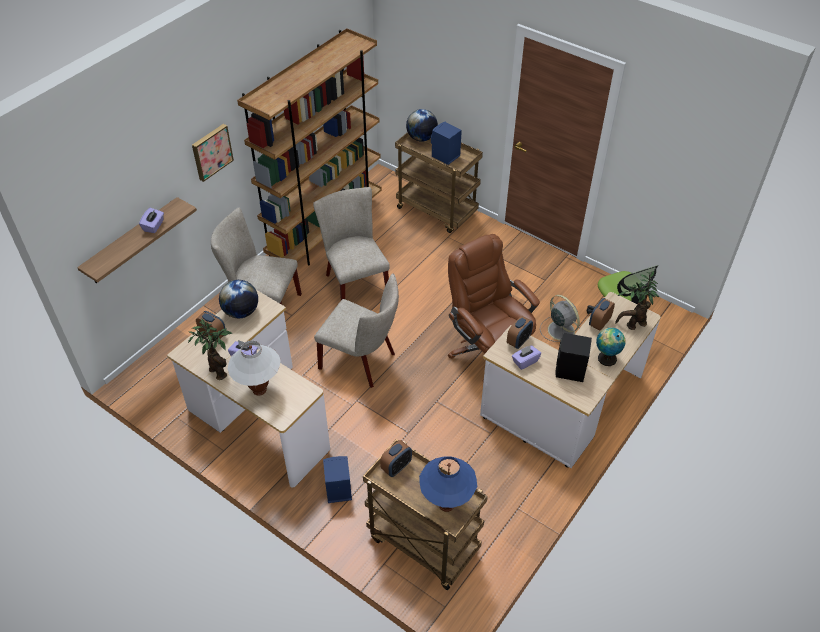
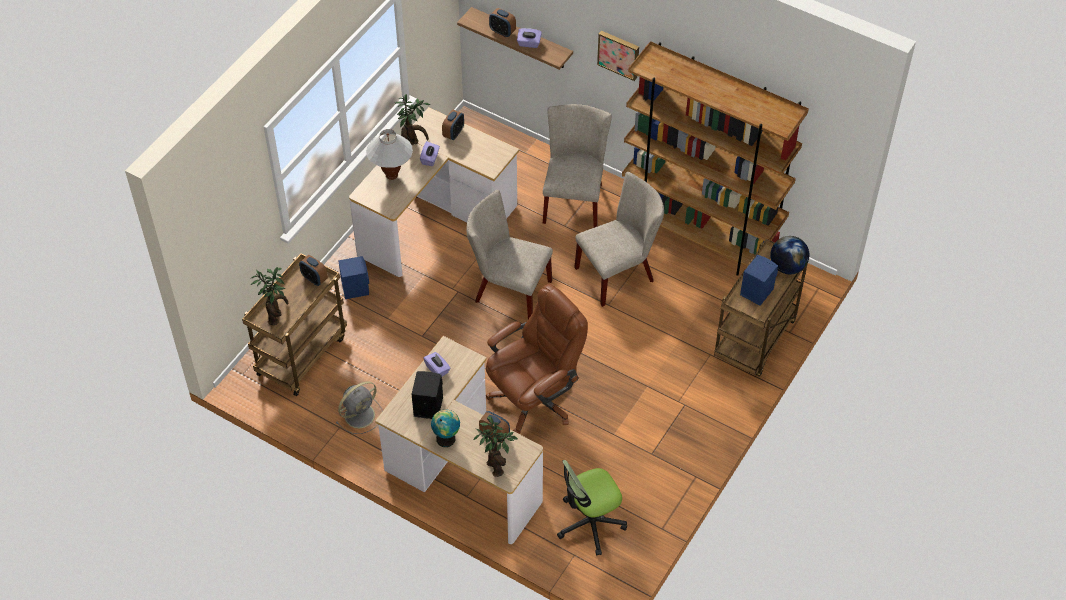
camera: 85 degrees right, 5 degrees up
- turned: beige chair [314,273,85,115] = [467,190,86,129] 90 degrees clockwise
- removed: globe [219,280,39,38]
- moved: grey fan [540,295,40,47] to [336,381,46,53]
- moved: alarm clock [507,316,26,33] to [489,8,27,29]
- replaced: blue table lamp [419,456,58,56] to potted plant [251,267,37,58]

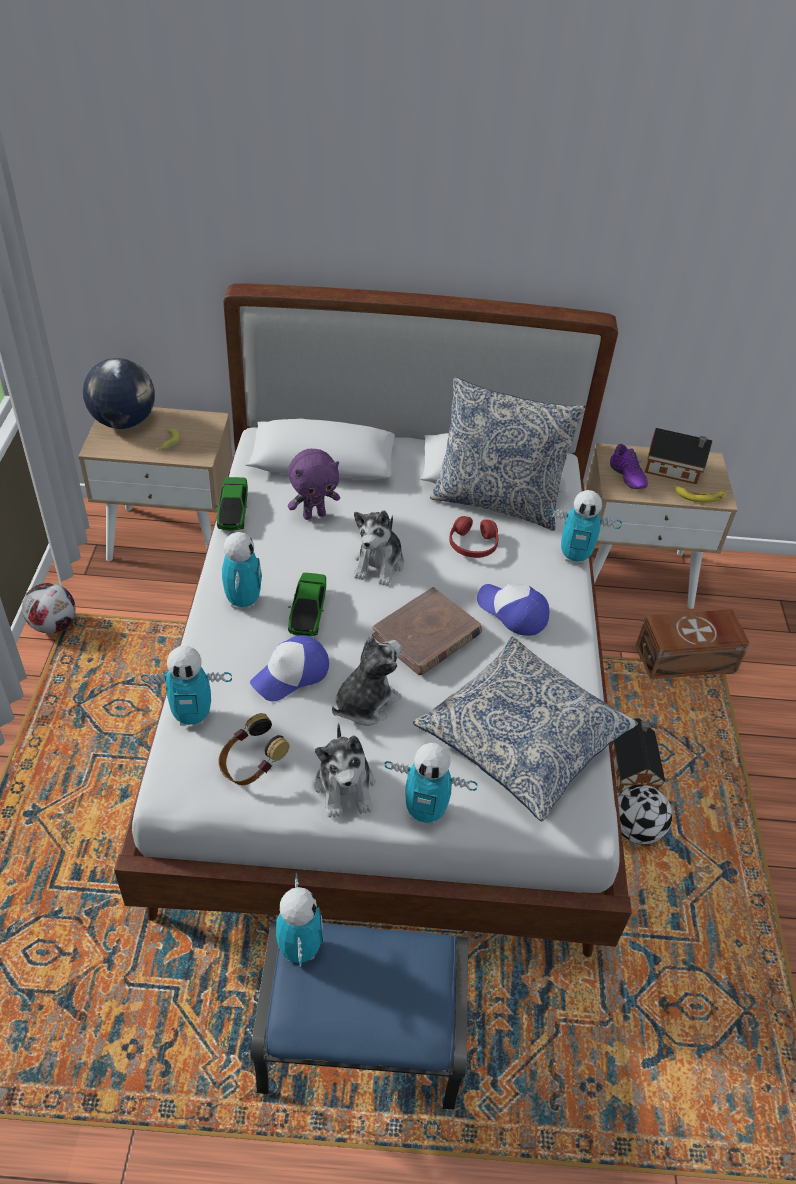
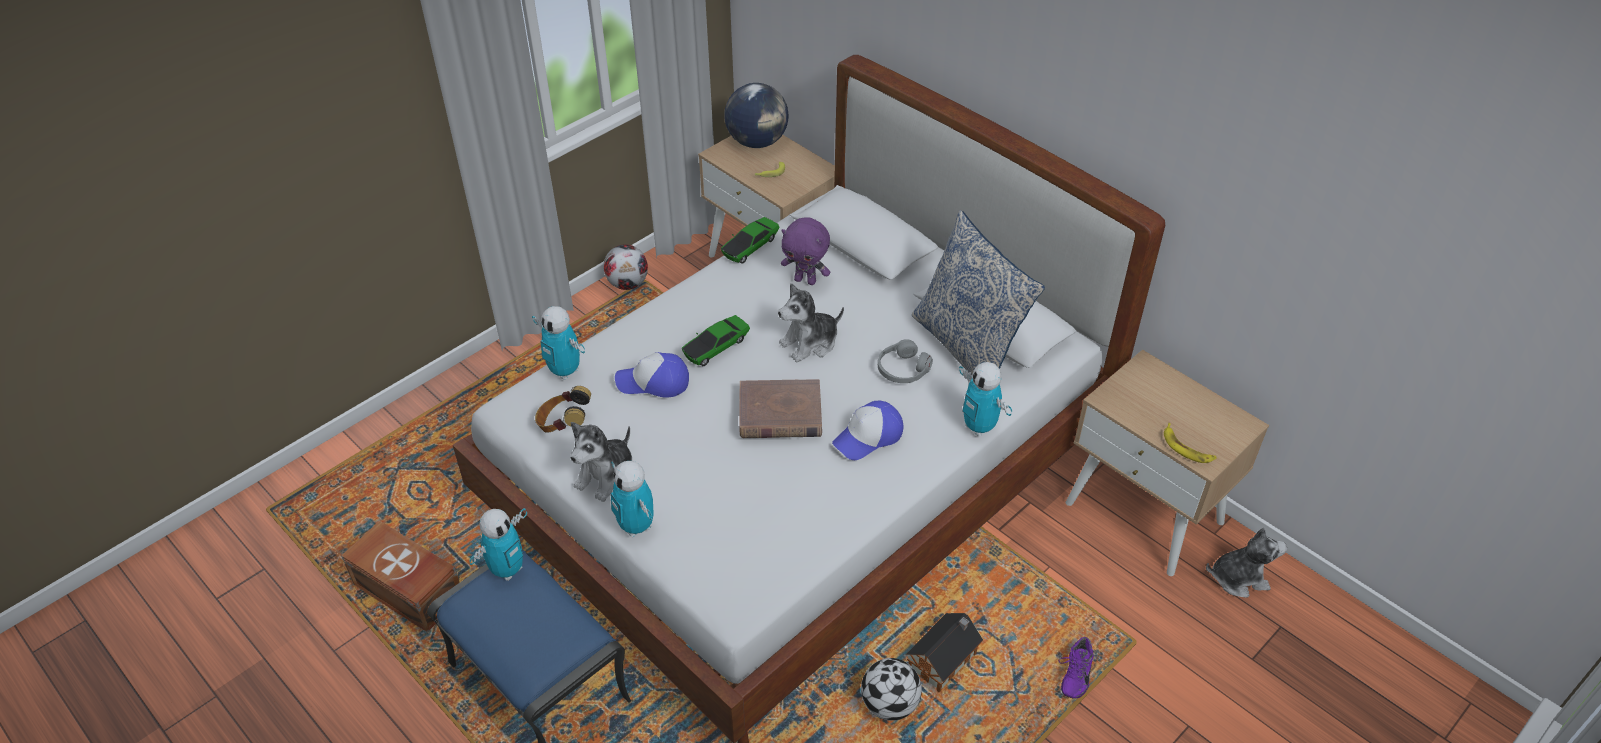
camera: 45 degrees right, 0 degrees up
- removed: toy house [645,428,67,56]
- moved: purple shoe [610,444,38,45] to [1058,637,36,62]
- recoloured: red headphones [449,516,49,42] to grey headphones [878,339,55,44]
- removed: toy robot [222,532,40,77]
- turned: cap [477,584,73,52] = [832,401,71,59] 120 degrees counterclockwise
- moved: brown storage box [635,609,115,70] to [341,521,119,111]
- moved: plush toy [332,636,70,90] to [1206,528,81,70]
- removed: pillow [413,637,225,185]

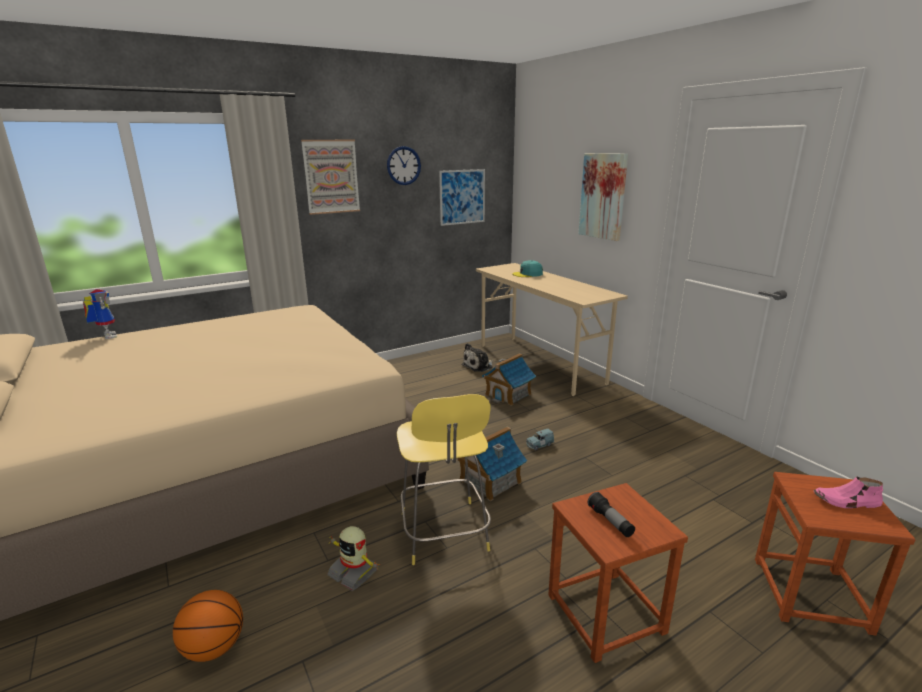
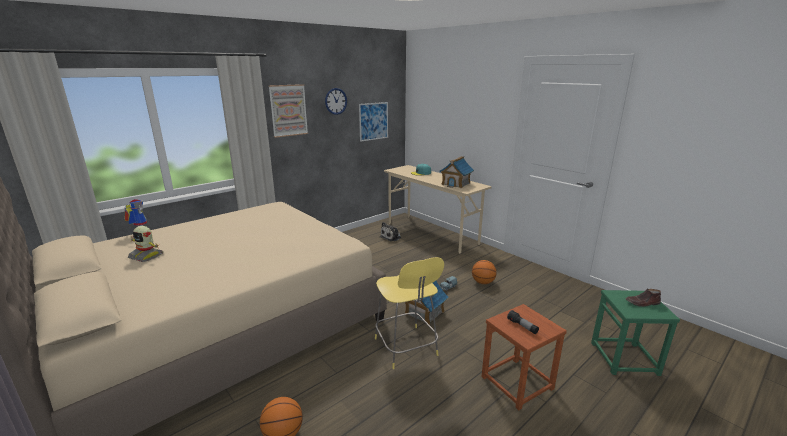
camera: 10 degrees left, 0 degrees up
- removed: picture [579,153,49,88]
- moved: toy house [482,353,54,53] to [439,156,35,32]
- recoloured: brown stool [755,472,161,163] to green stool [591,290,89,86]
- recoloured: pink shoe [813,477,70,31] to brown shoe [625,289,36,18]
- moved: toy robot [327,526,53,65] to [128,226,35,36]
- added: basketball [472,260,25,24]

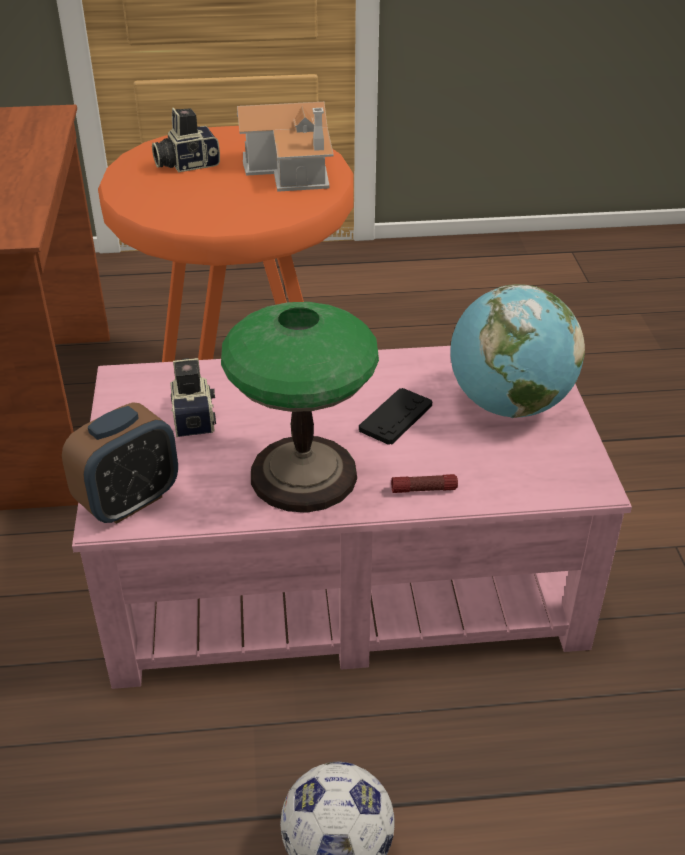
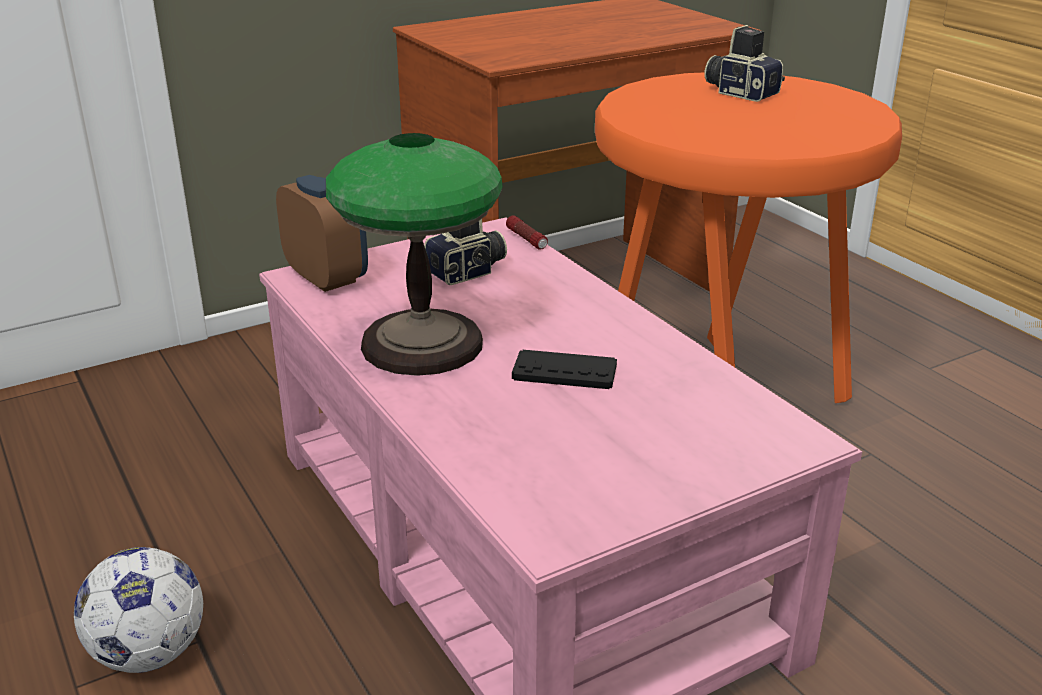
camera: 65 degrees right, 10 degrees down
- removed: toy house [237,102,97,90]
- removed: globe [451,284,134,134]
- turned: alarm clock [62,402,116,122] = [276,175,92,117] 150 degrees counterclockwise
- moved: flashlight [391,474,67,19] to [506,215,42,35]

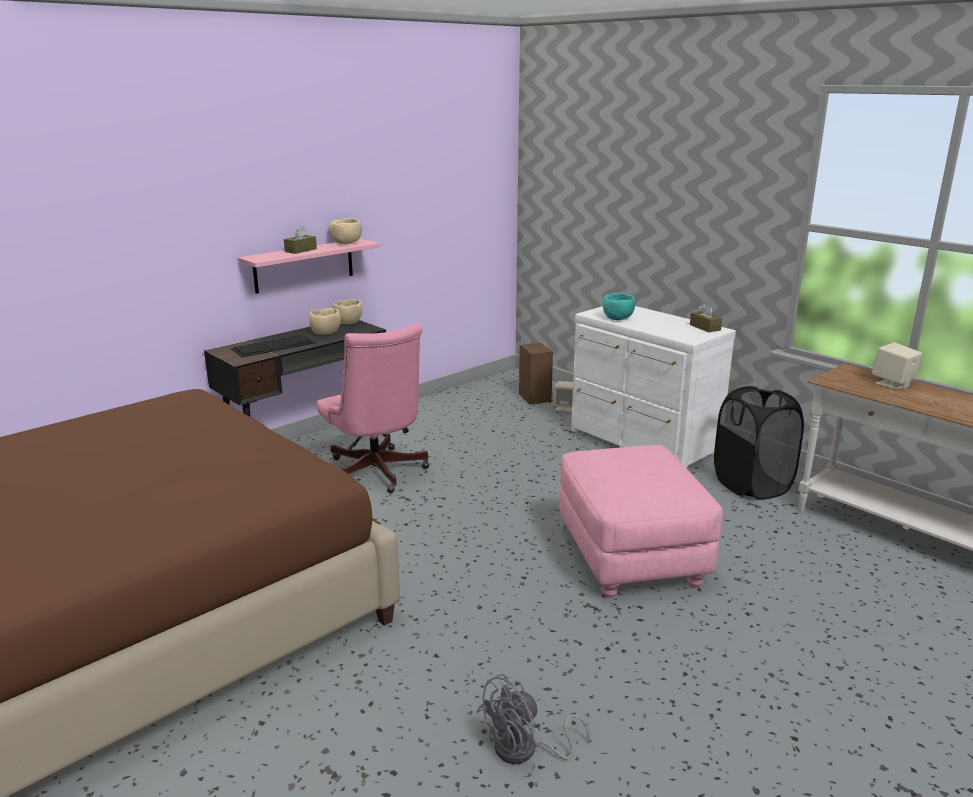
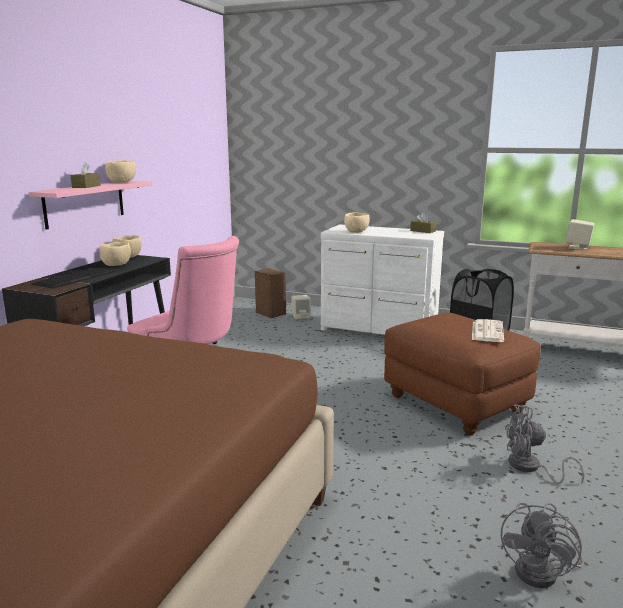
camera: 25 degrees left, 5 degrees down
- recoloured: turquoise bowl [603,293,32,27] to beige bowl [344,212,26,21]
- recoloured: pink ottoman [559,445,164,153] to brown ottoman [384,313,157,122]
- added: newspaper [472,319,32,23]
- added: grey fan [505,404,80,80]

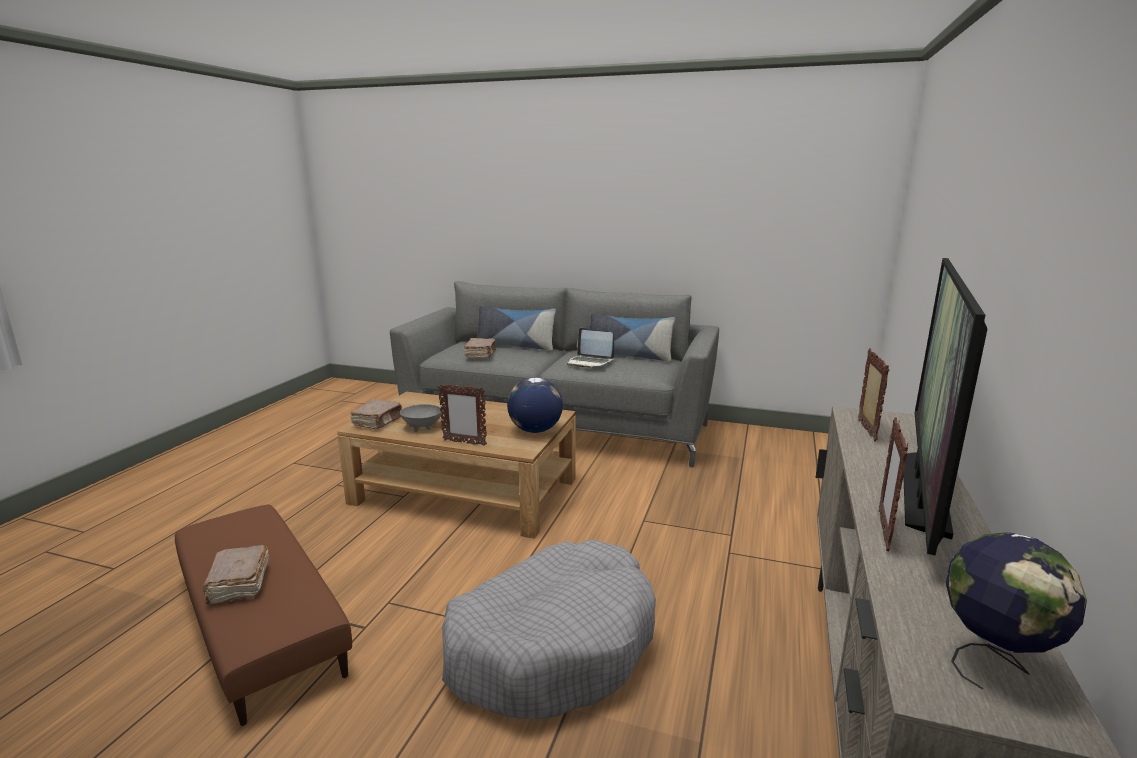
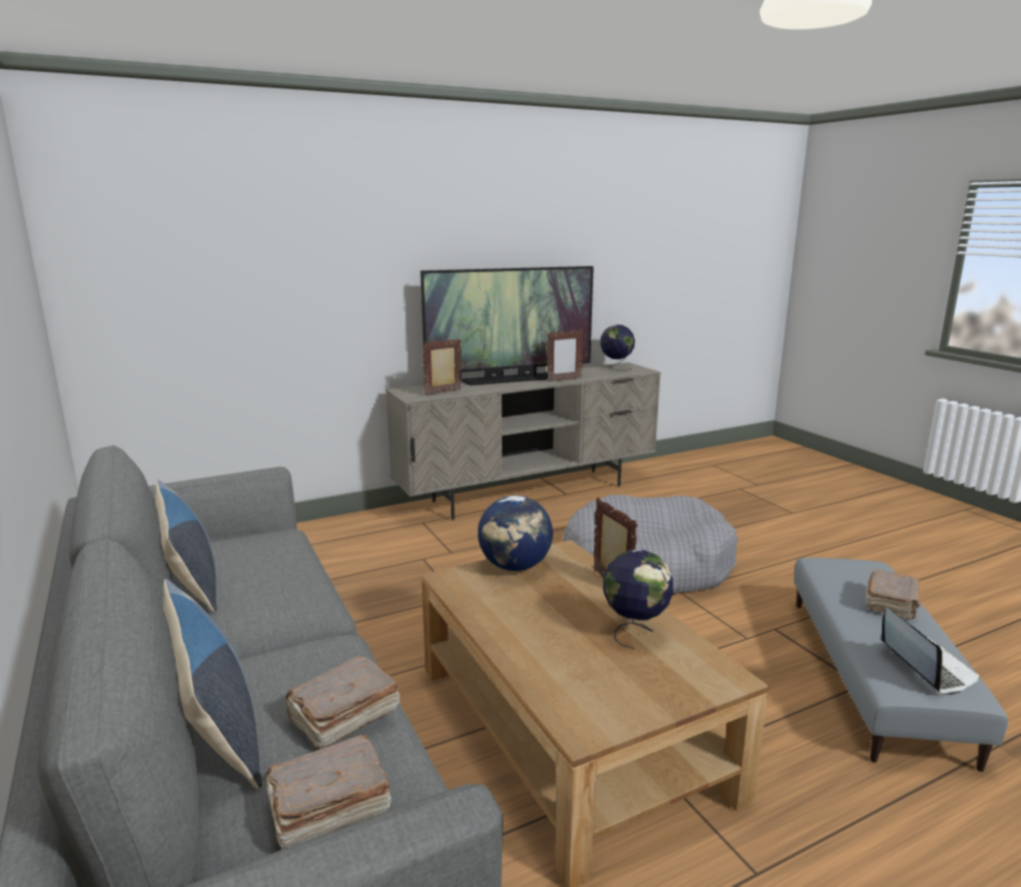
camera: 135 degrees left, 0 degrees up
- moved: laptop [567,328,47,40] to [882,608,98,87]
- moved: brown book [351,399,51,30] to [264,735,127,115]
- replaced: grey bowl [400,404,42,28] to globe [603,550,71,99]
- recoloured: brown ottoman [175,505,177,221] to grey ottoman [794,558,214,214]

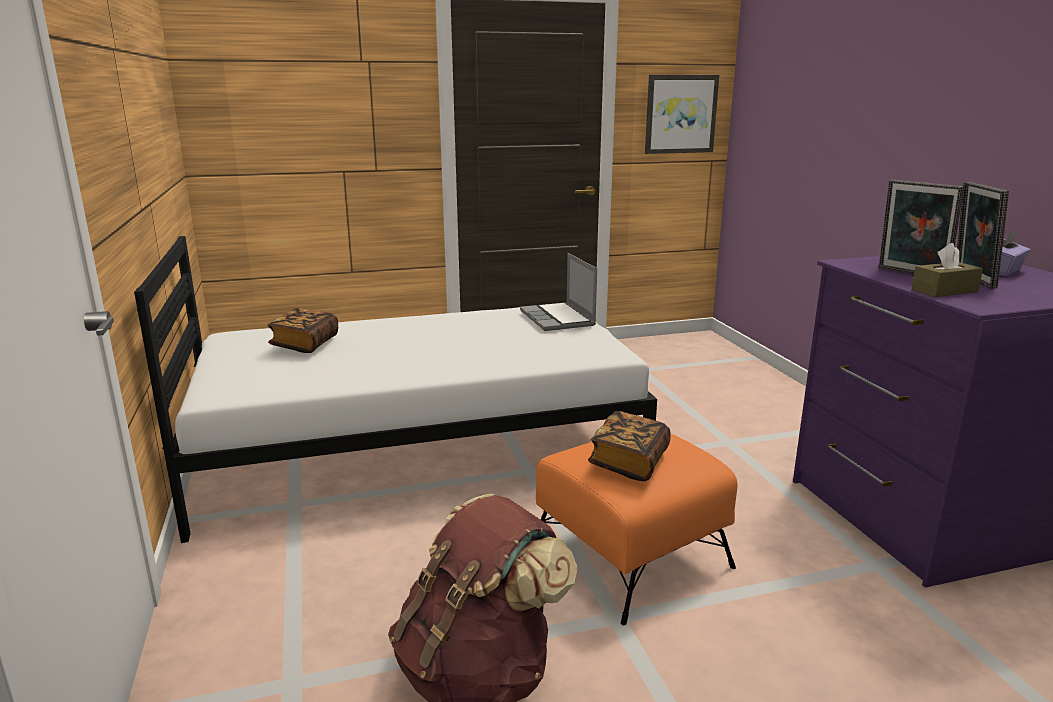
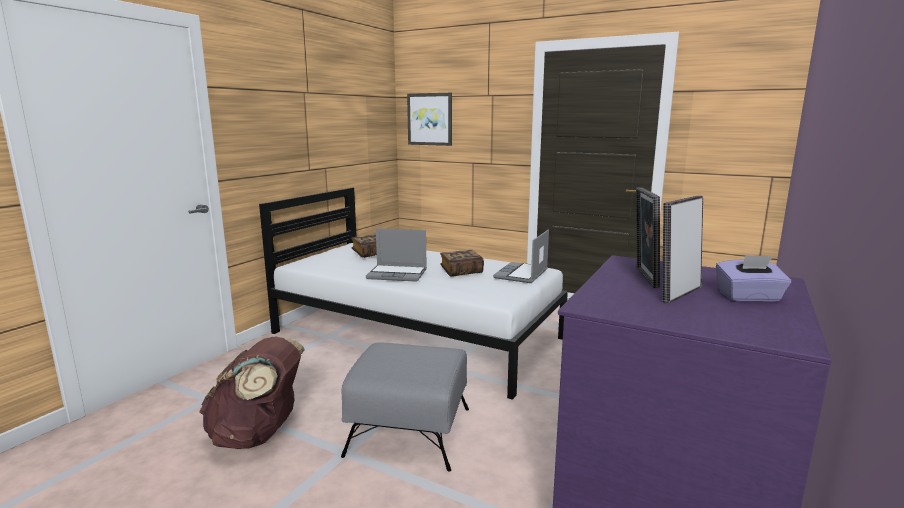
camera: 45 degrees right, 5 degrees down
- moved: picture [645,75,74,79] to [407,93,45,53]
- removed: brown tissue box [911,243,72,54]
- moved: book [588,411,83,70] to [440,250,44,27]
- recoloured: orange ottoman [536,434,201,191] to grey ottoman [341,342,128,130]
- added: laptop [366,229,61,53]

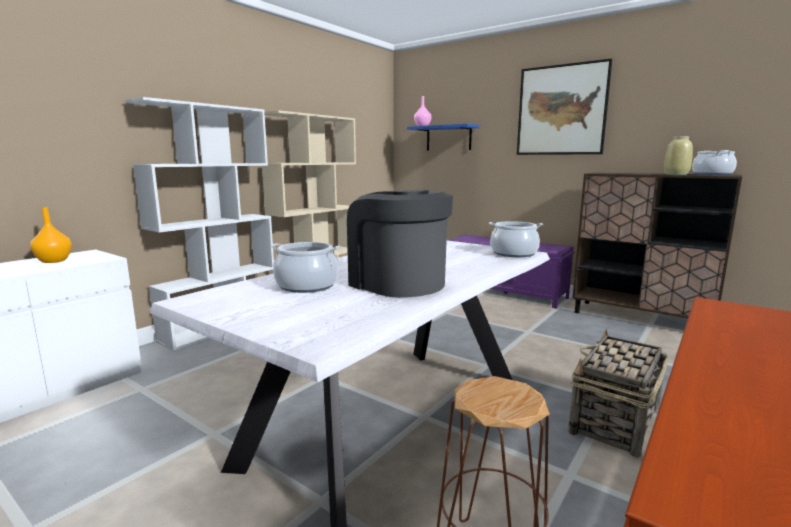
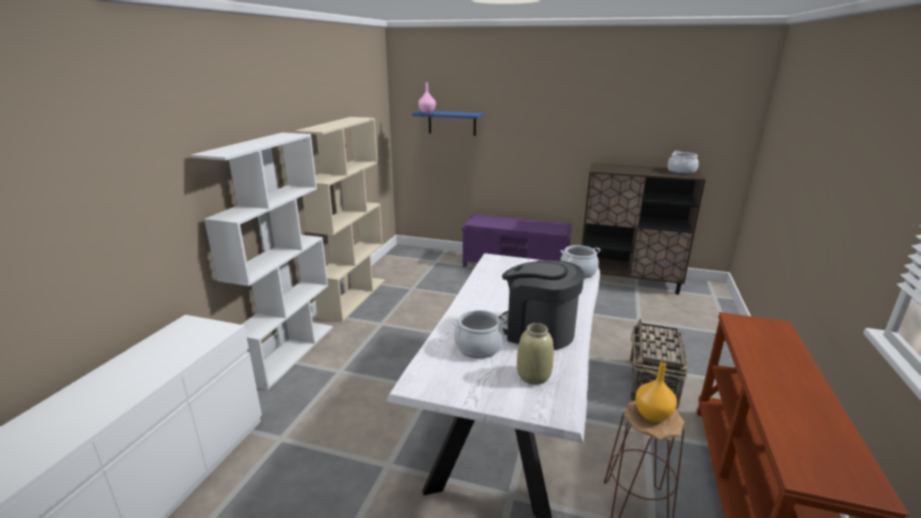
camera: 20 degrees left, 10 degrees up
- removed: picture [517,59,95,96]
- moved: beige vase [664,136,29,39] to [517,323,37,62]
- moved: orange vase [30,208,42,55] to [635,362,42,60]

